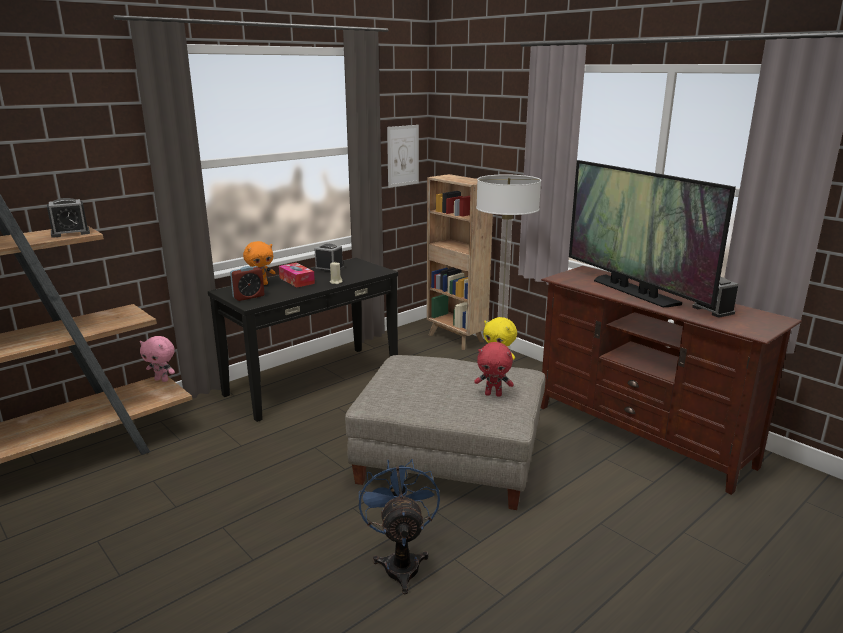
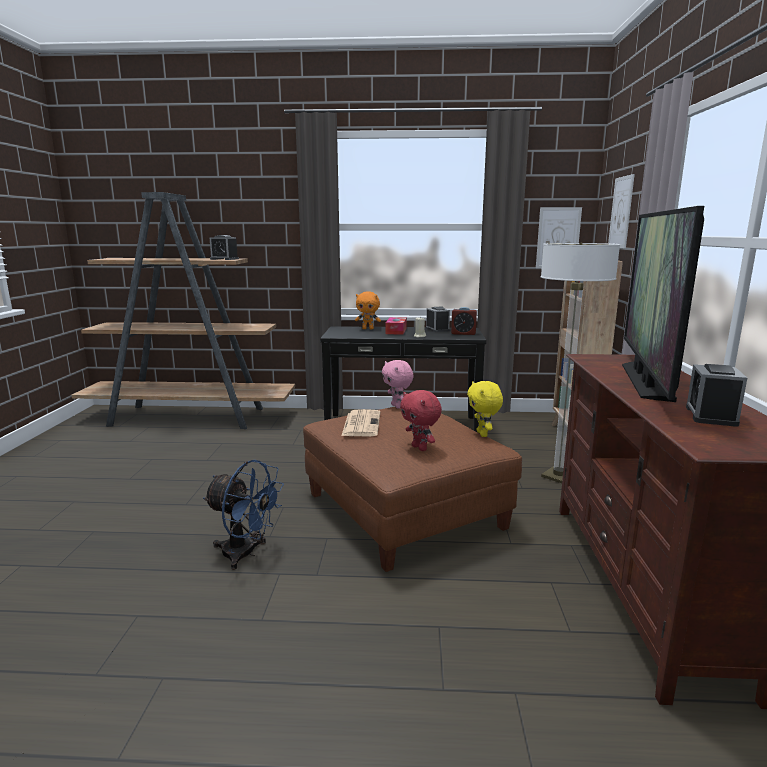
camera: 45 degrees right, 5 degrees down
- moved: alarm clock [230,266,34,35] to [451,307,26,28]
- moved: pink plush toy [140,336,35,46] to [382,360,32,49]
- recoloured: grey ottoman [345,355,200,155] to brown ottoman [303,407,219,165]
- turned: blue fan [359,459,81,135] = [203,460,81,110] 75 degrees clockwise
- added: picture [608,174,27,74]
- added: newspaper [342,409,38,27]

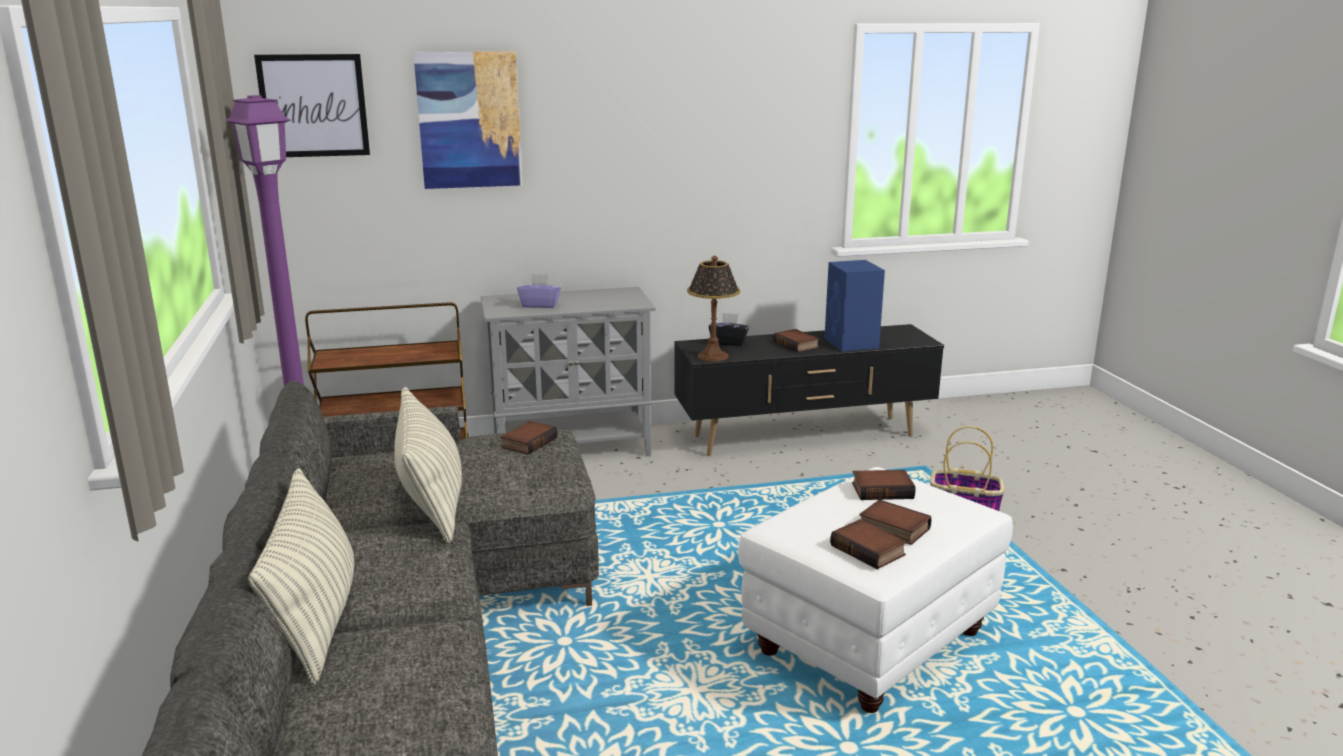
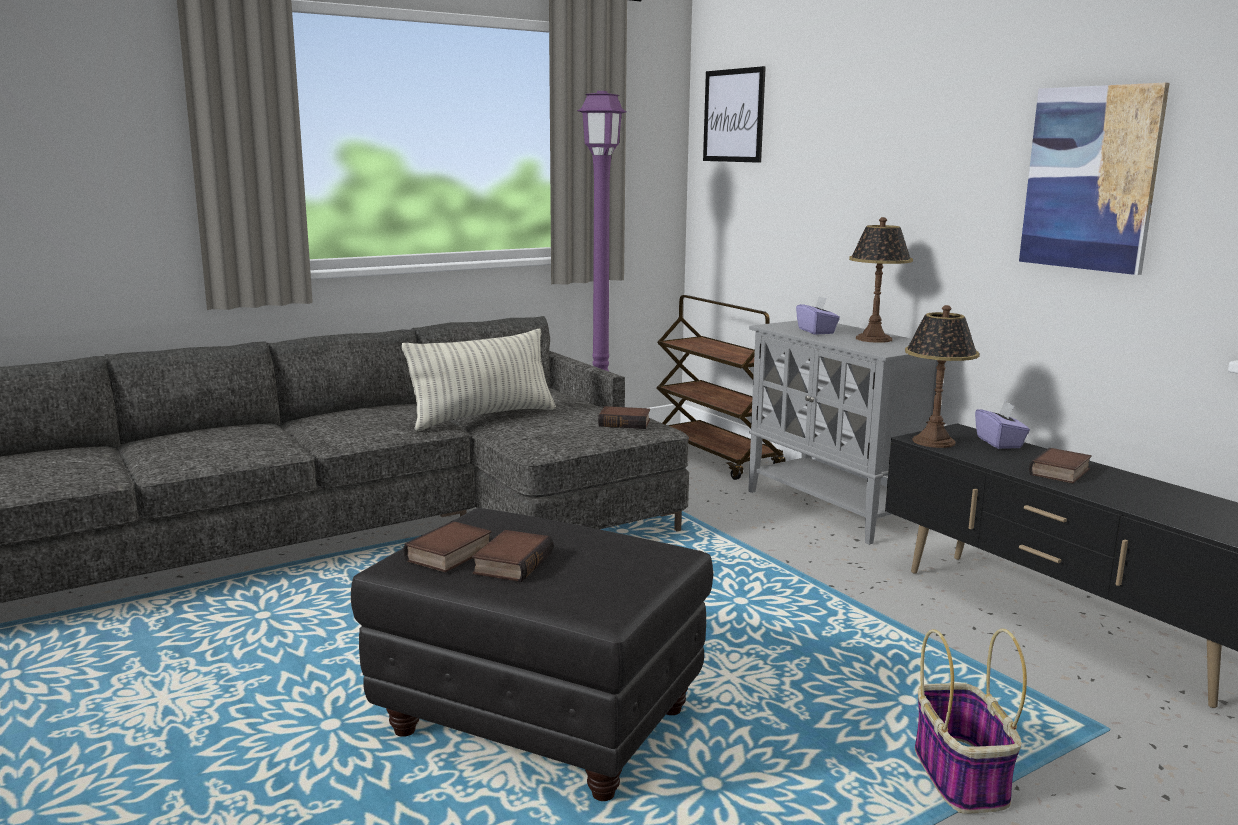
camera: 70 degrees right, 5 degrees down
- moved: picture [413,51,109,138] to [1019,83,151,192]
- removed: blue speaker [825,260,60,91]
- recoloured: black tissue box [709,313,40,33] to purple tissue box [975,401,55,48]
- recoloured: white ottoman [738,467,275,246] to black ottoman [351,508,362,293]
- removed: pillow [248,468,106,217]
- removed: book [852,470,64,30]
- added: table lamp [849,217,64,126]

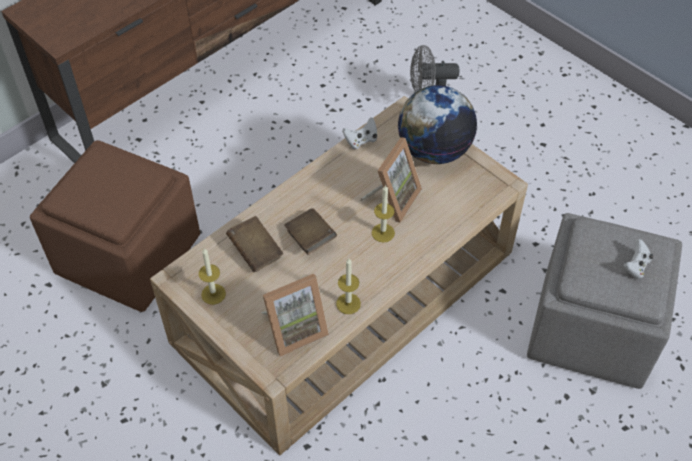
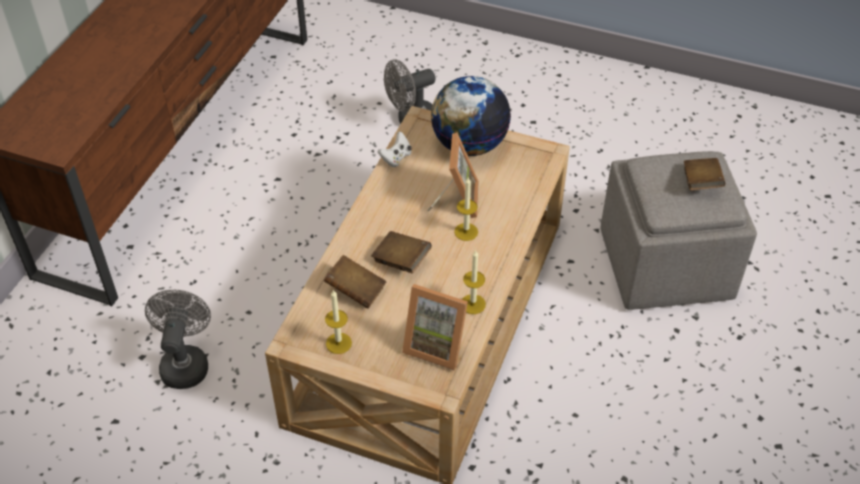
camera: 25 degrees left, 5 degrees down
- replaced: brown ottoman [30,140,170,172] to grey fan [145,290,66,99]
- replaced: white game controller [623,239,30,40] to brown book [684,158,41,32]
- turned: picture frame [261,274,68,83] = [402,284,66,87] 75 degrees clockwise

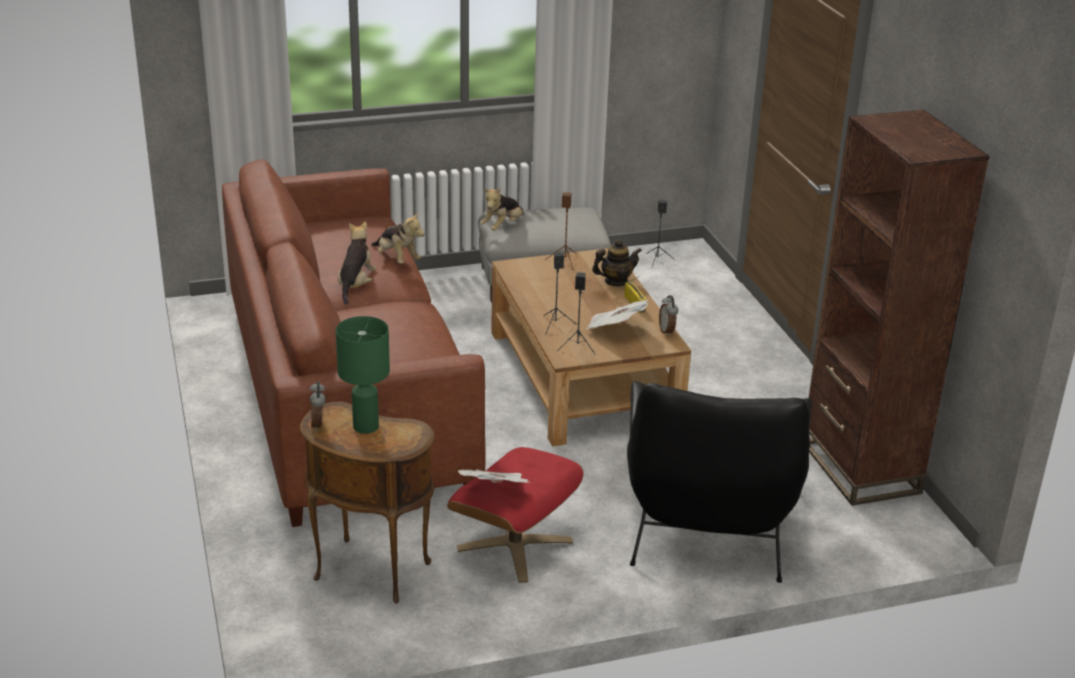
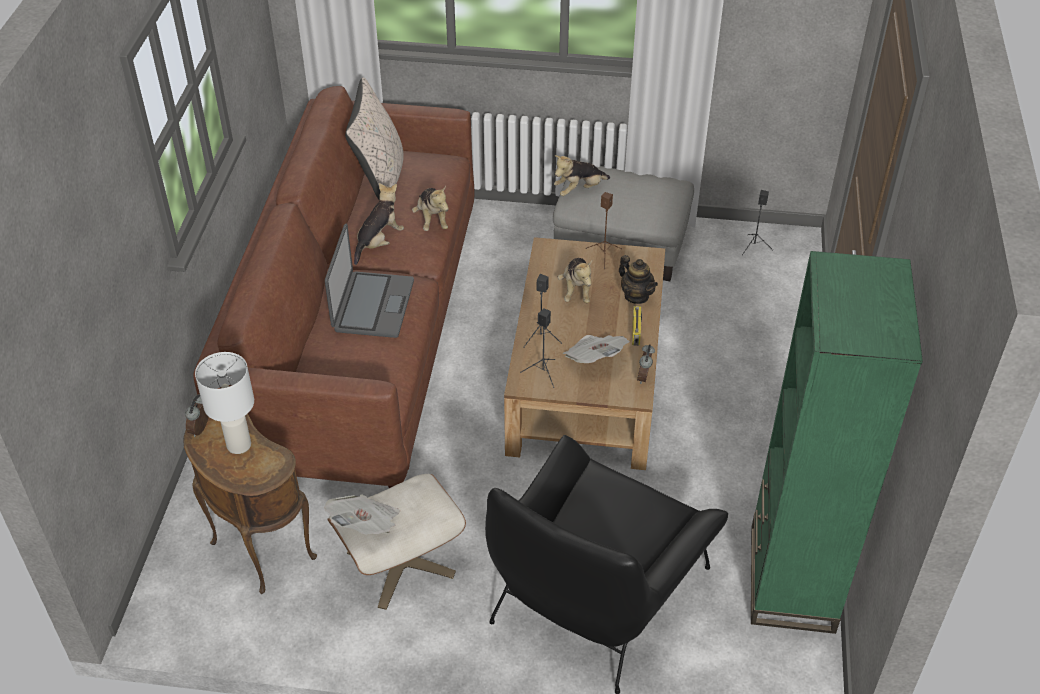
camera: 25 degrees right, 15 degrees up
- recoloured: brown bookcase [809,110,180,396] to green bookcase [751,251,172,383]
- turned: teapot [592,239,50,47] = [619,255,39,49] 45 degrees clockwise
- recoloured: green table lamp [335,316,55,118] to white table lamp [195,352,59,102]
- recoloured: red ottoman [447,447,136,136] to beige ottoman [327,474,139,136]
- added: beige pillow [345,78,59,122]
- added: laptop [325,224,89,114]
- added: plush toy [558,258,34,45]

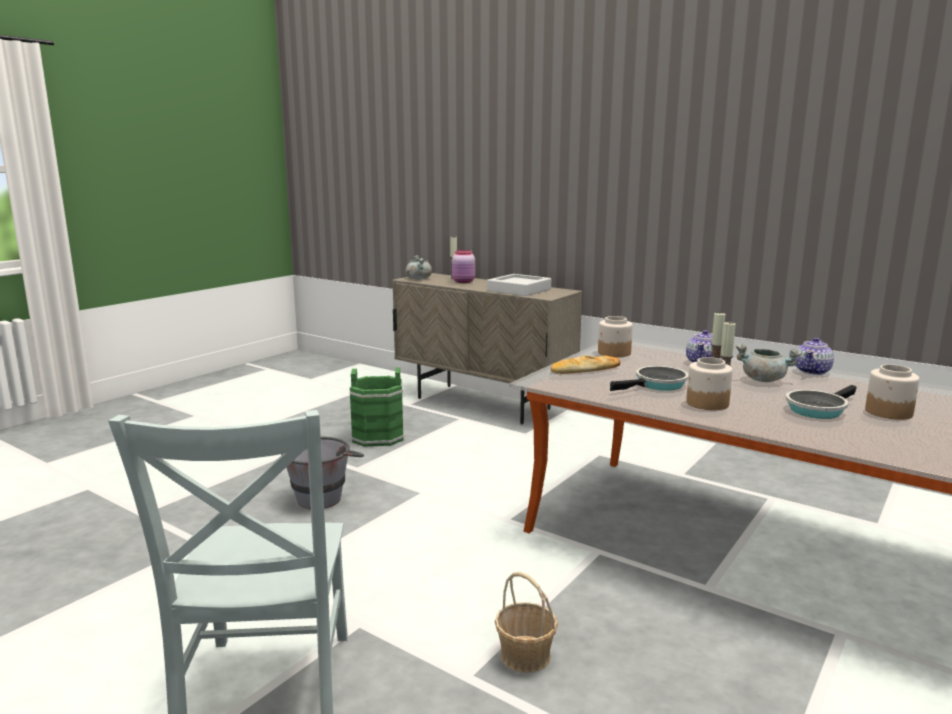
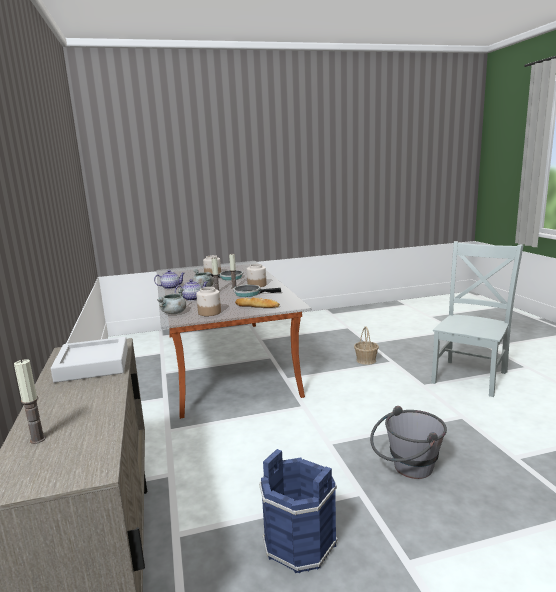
camera: 140 degrees left, 0 degrees up
- removed: pink jar [452,250,23,33]
- moved: grey cooking pot [406,255,26,24] to [157,288,29,26]
- recoloured: green bucket [350,367,54,80] to blue bucket [259,449,78,124]

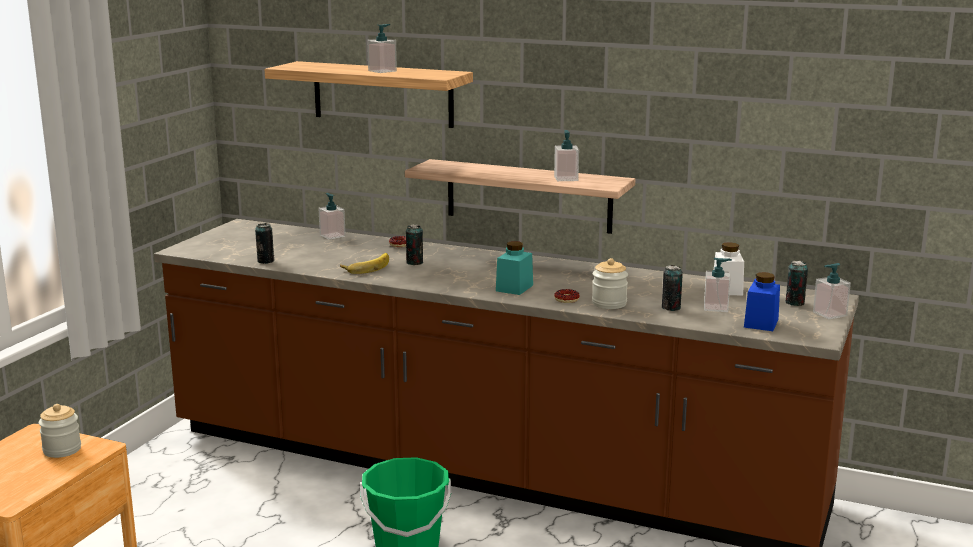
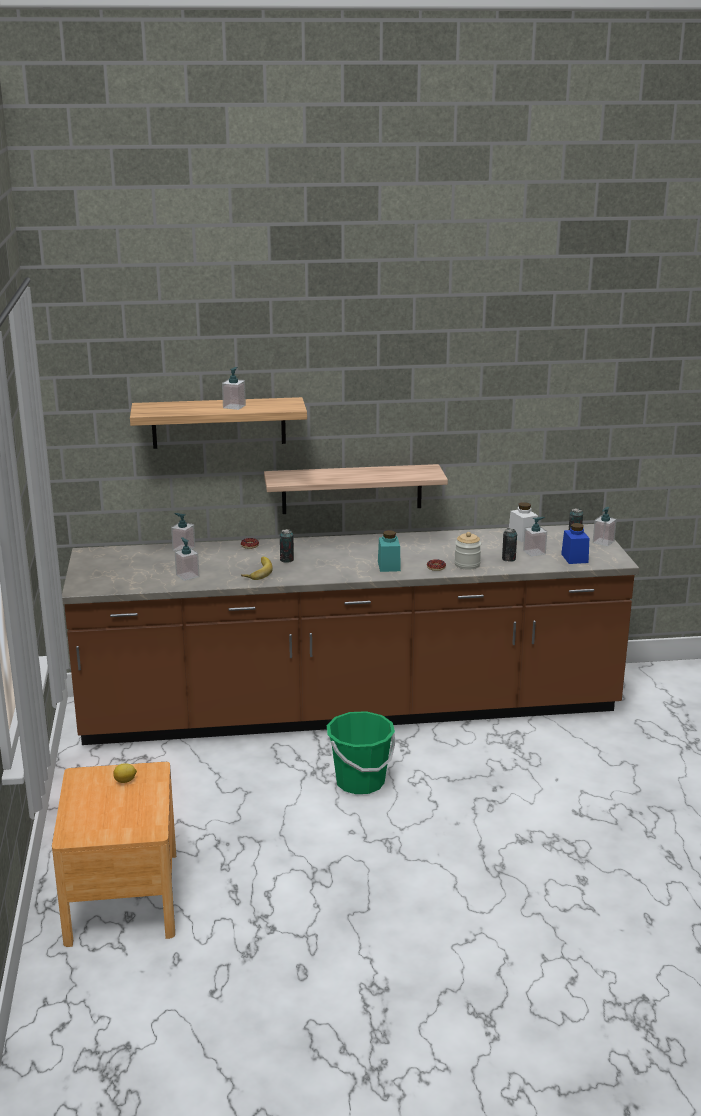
camera: 30 degrees left, 5 degrees up
- moved: soap dispenser [554,130,25,51] to [175,537,25,44]
- removed: can [255,223,19,41]
- replaced: jar [39,404,42,54] to lemon [113,763,24,20]

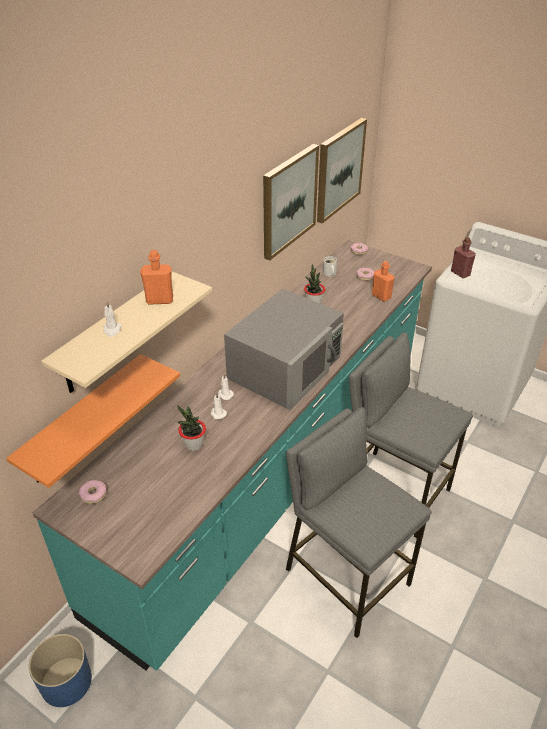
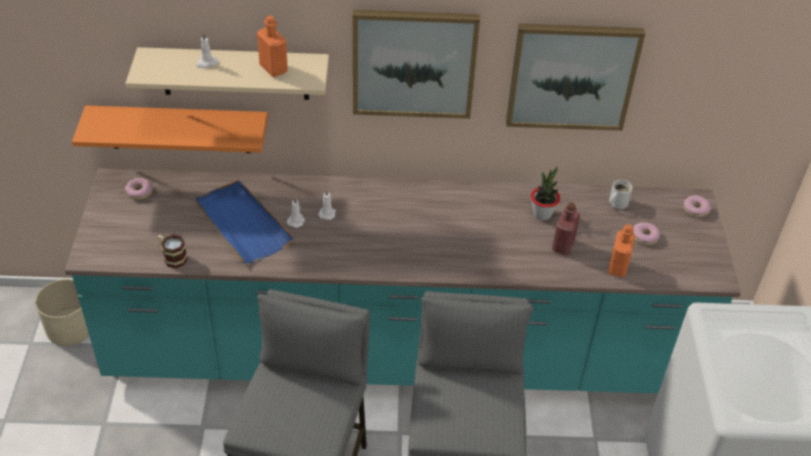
camera: 55 degrees right, 5 degrees up
- moved: picture [317,118,50,106] to [353,10,127,109]
- moved: red bottle [451,237,25,41] to [552,202,28,53]
- removed: grey microwave [224,288,120,122]
- replaced: potted plant [177,405,29,46] to blue tray [195,180,98,83]
- recoloured: blue planter [29,634,63,73] to beige planter [35,279,54,67]
- added: mug [157,234,31,35]

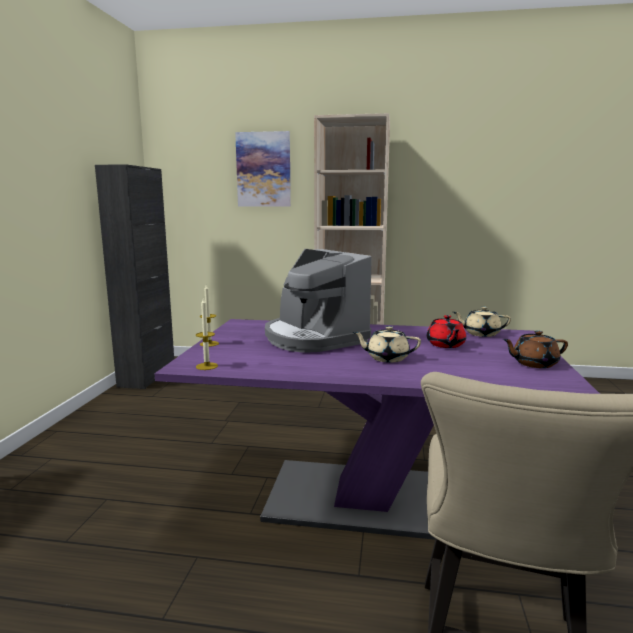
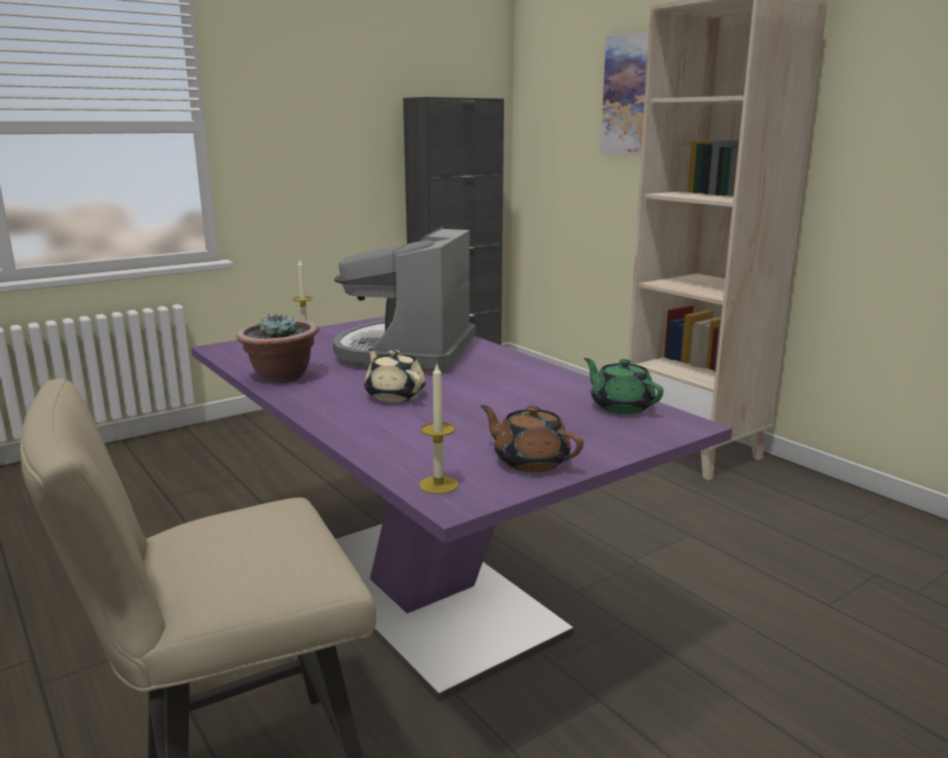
camera: 45 degrees right, 5 degrees up
- moved: candle [196,297,22,73] to [419,364,40,130]
- recoloured: beige teapot [453,306,58,31] to green teapot [584,358,80,56]
- removed: red teapot [427,315,39,33]
- added: potted plant [237,314,81,69]

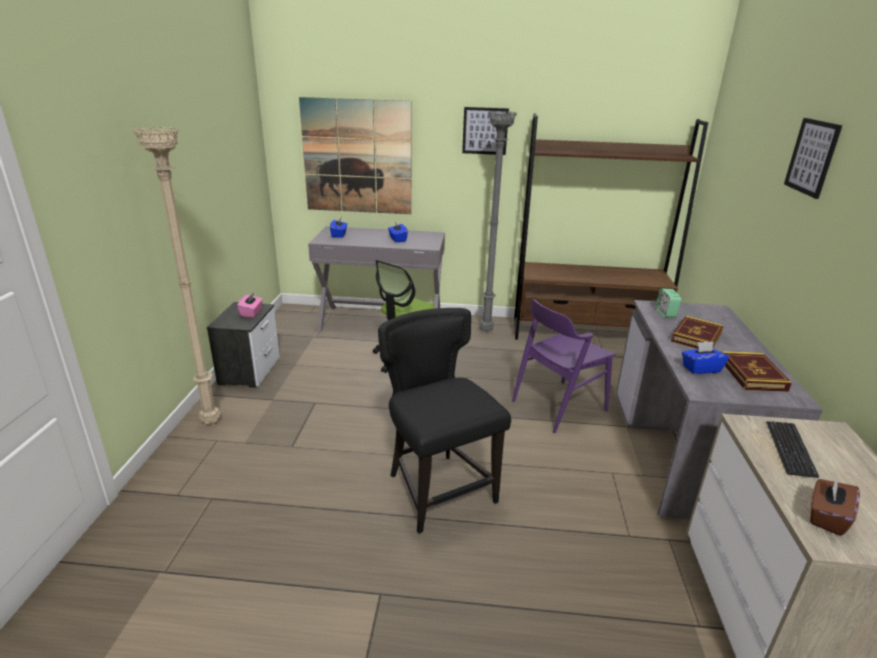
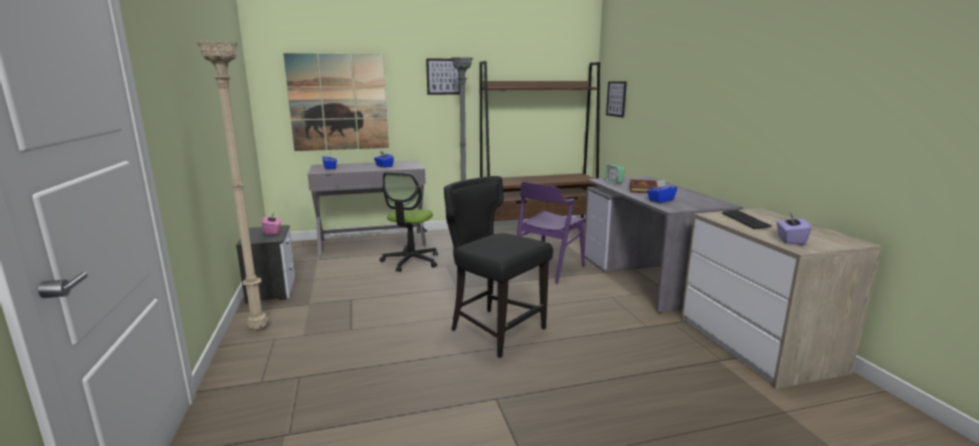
camera: 20 degrees left, 10 degrees down
- moved: picture [784,118,58,81] to [606,81,21,37]
- removed: book [722,351,70,41]
- recoloured: brown tissue box [810,477,50,59] to purple tissue box [776,213,36,32]

